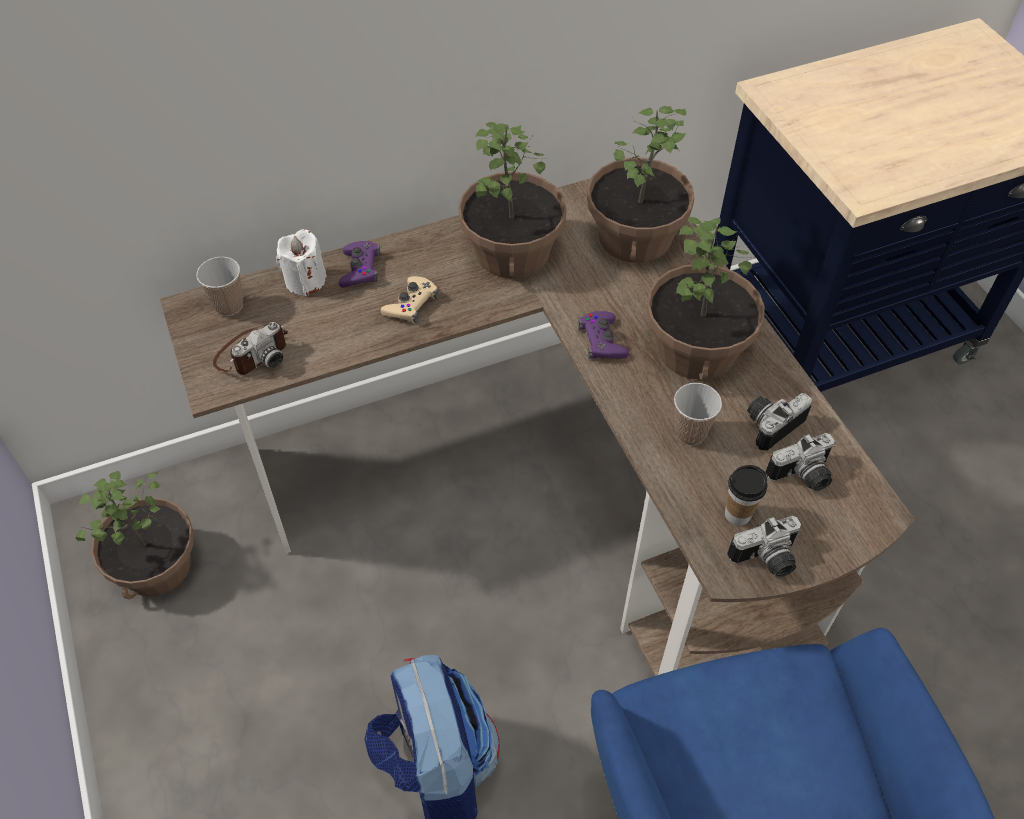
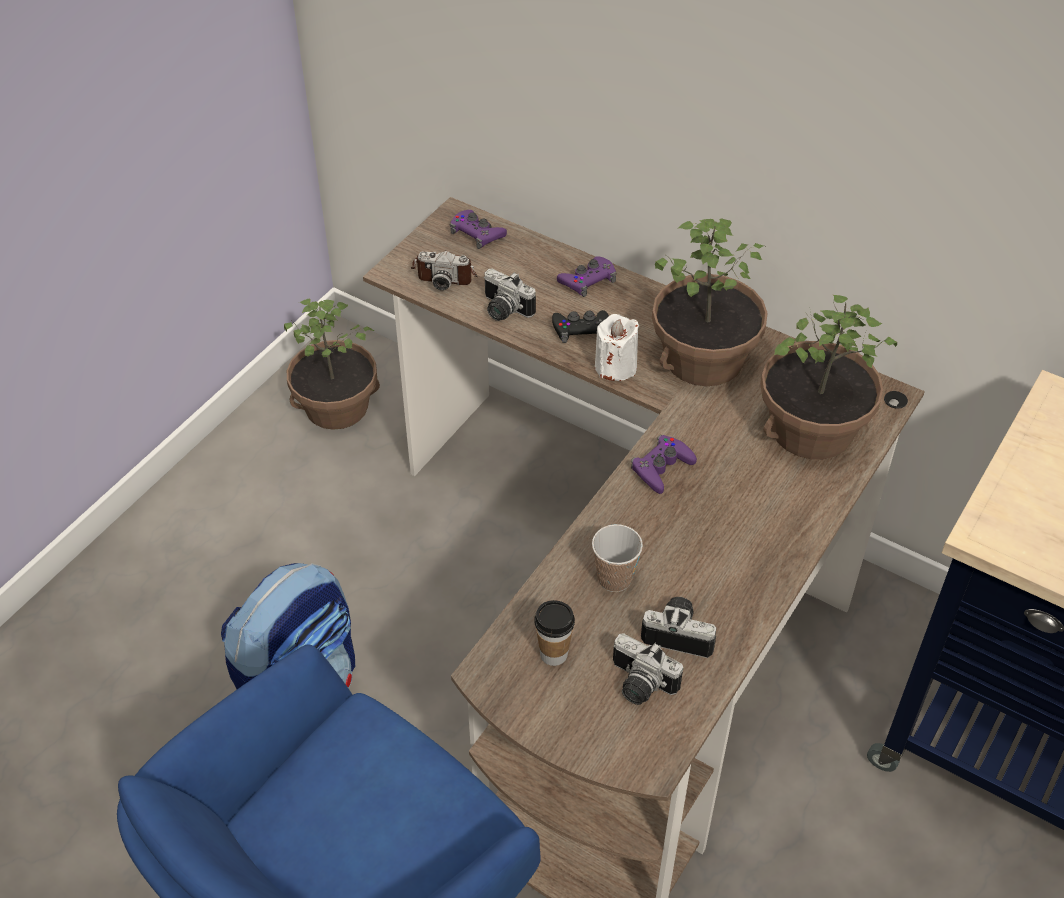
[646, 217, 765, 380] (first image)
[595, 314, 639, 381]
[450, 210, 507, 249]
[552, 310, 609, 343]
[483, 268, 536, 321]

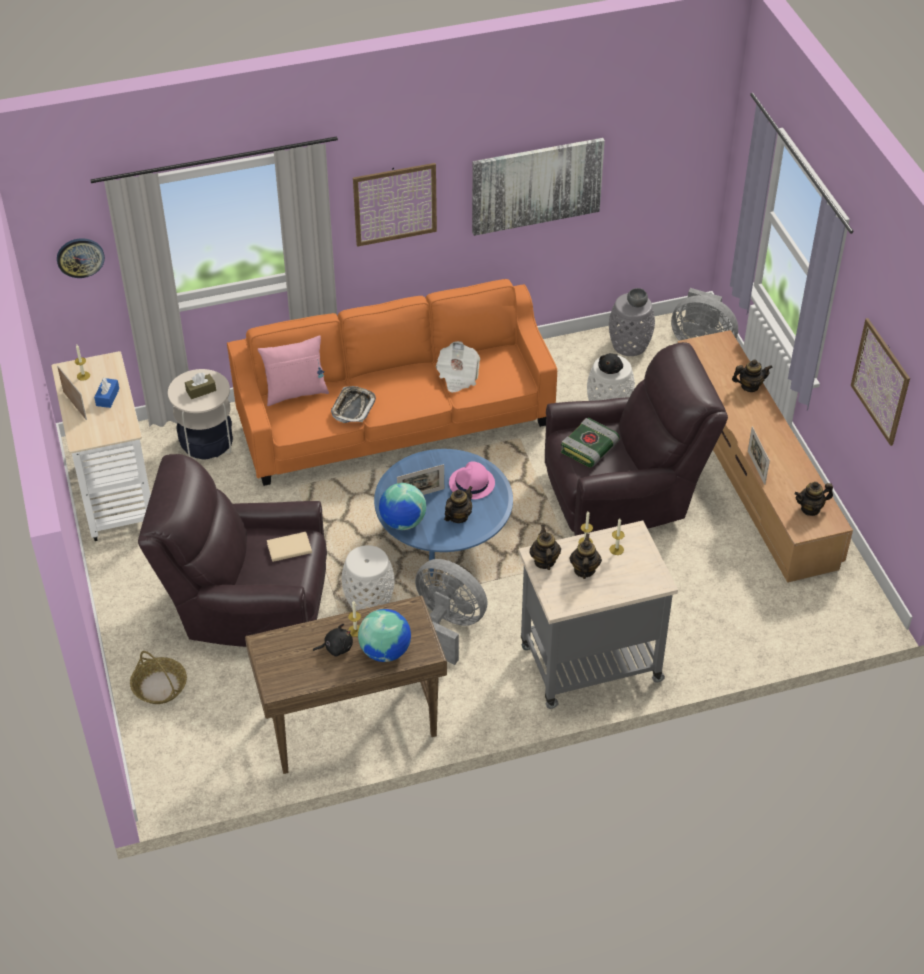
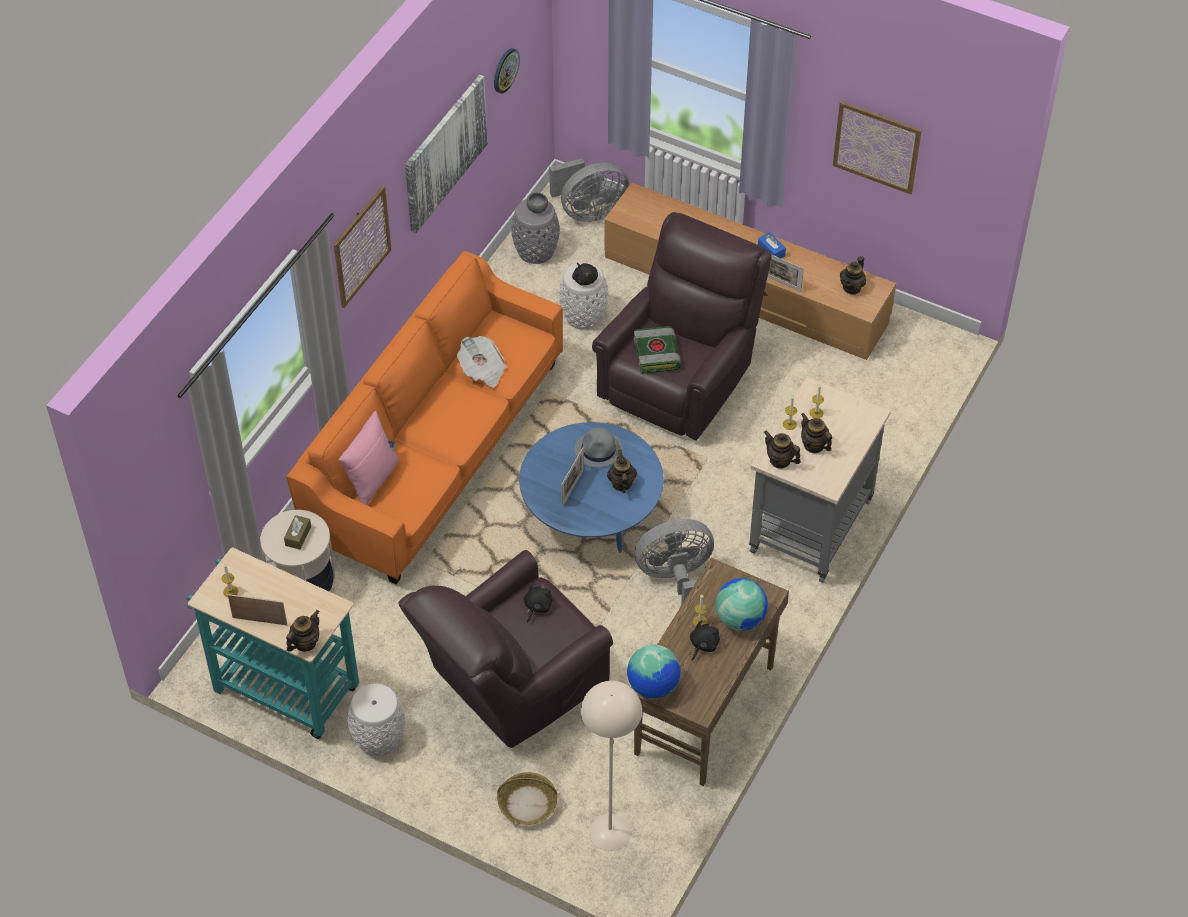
[494, 48, 520, 94]
[187, 548, 359, 739]
[286, 610, 320, 652]
[758, 232, 786, 258]
[331, 386, 376, 423] (first image)
[575, 427, 622, 468]
[627, 645, 681, 698]
[524, 583, 553, 623]
[348, 684, 405, 757]
[581, 681, 642, 851]

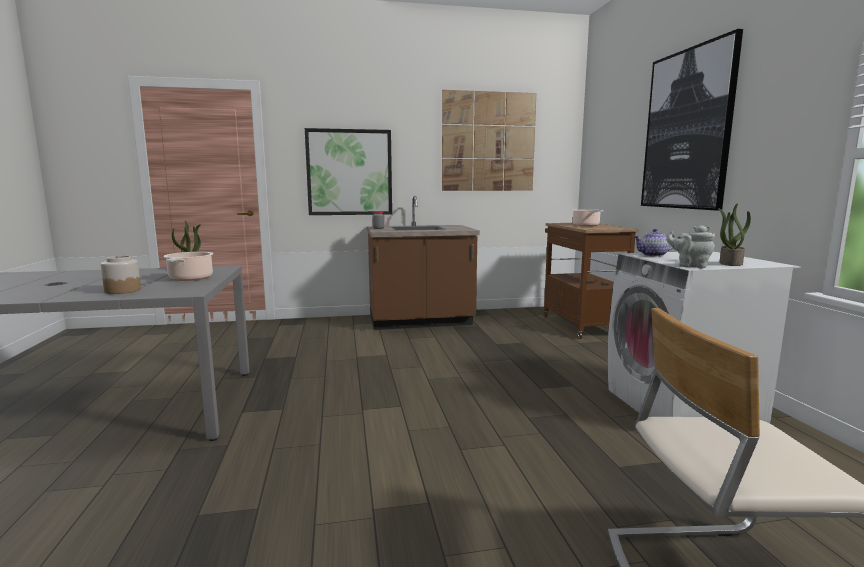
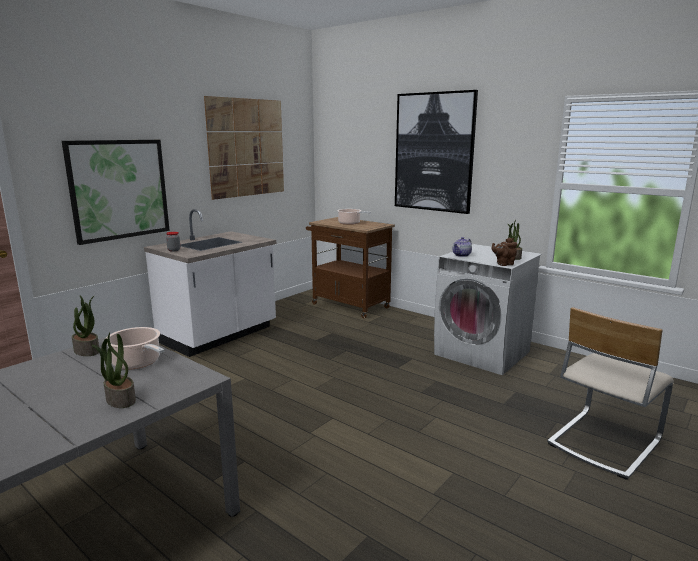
[144, 209, 276, 357]
[491, 238, 517, 266]
[92, 333, 136, 408]

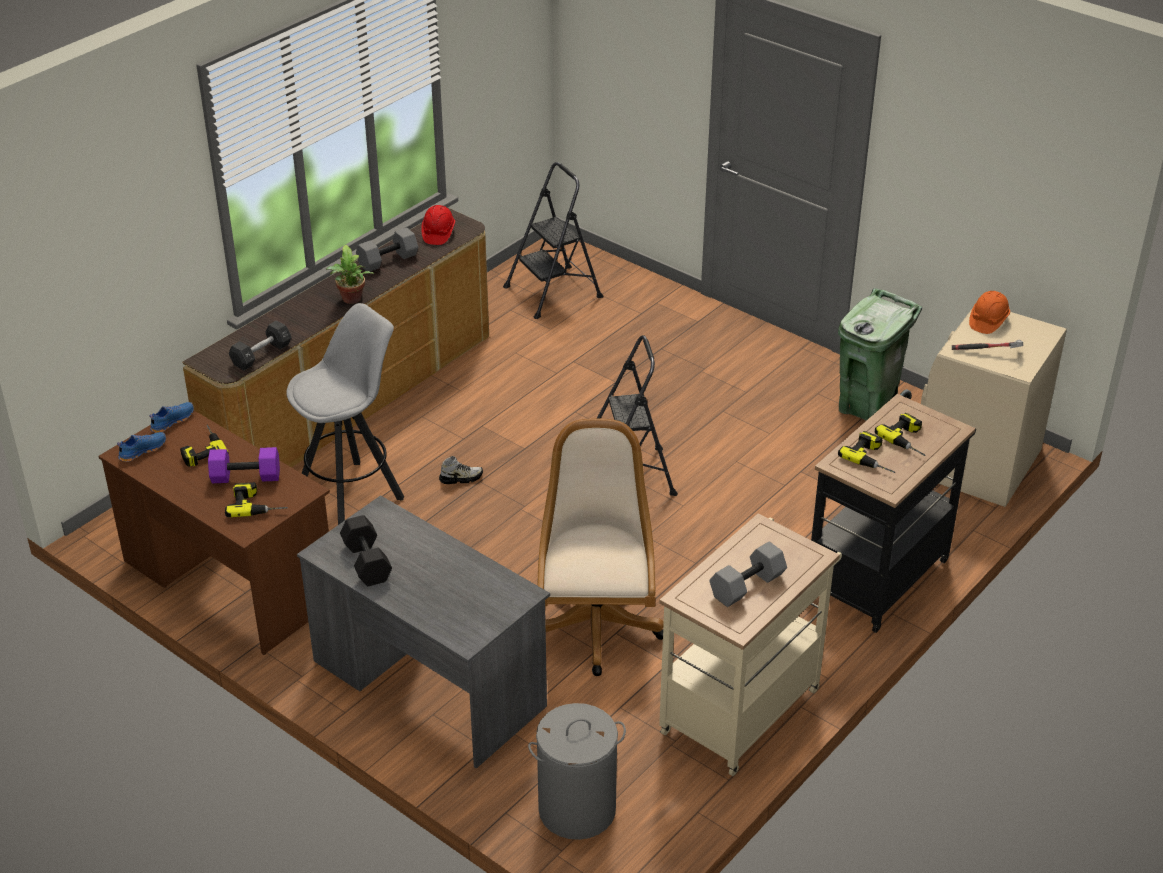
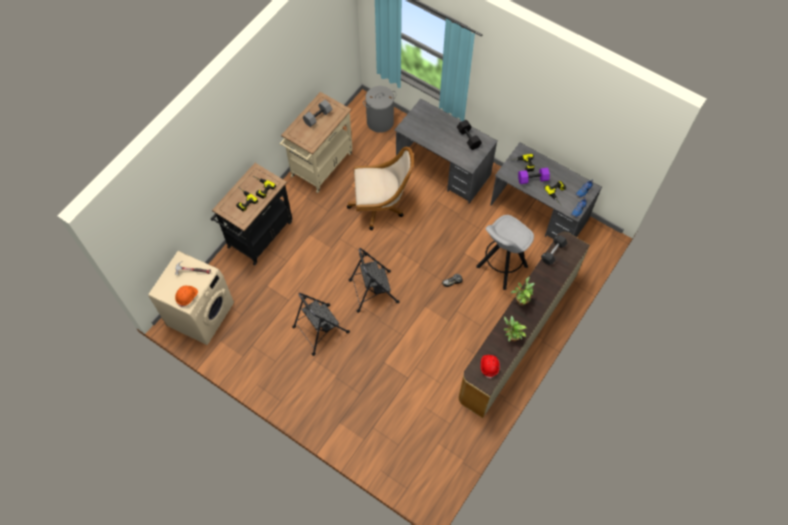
[292, 293, 350, 356]
[504, 316, 527, 342]
[838, 288, 922, 421] (first image)
[490, 143, 602, 239]
[347, 147, 414, 230]

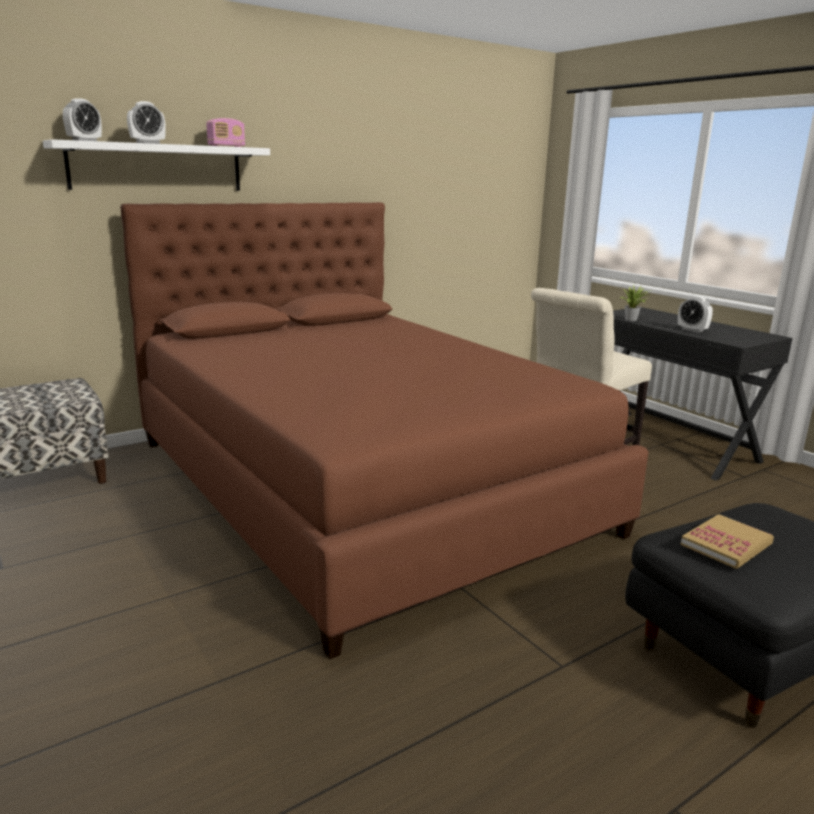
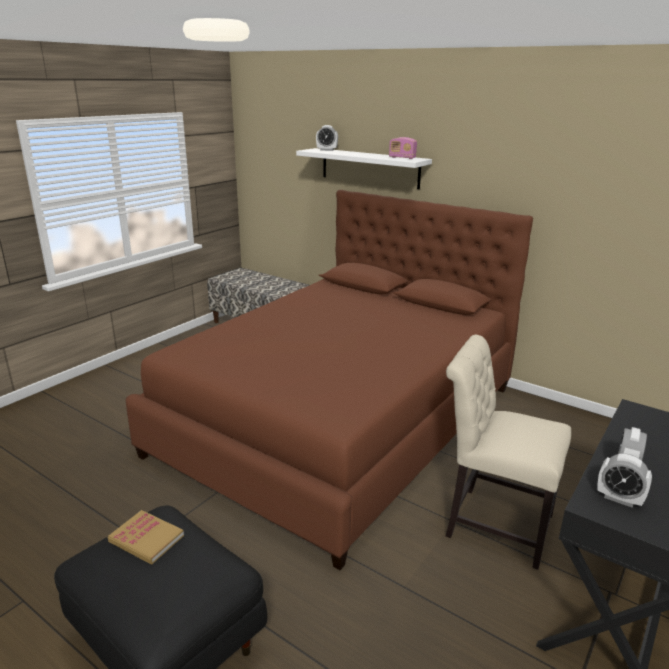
[598, 454, 652, 508]
[620, 285, 652, 321] (first image)

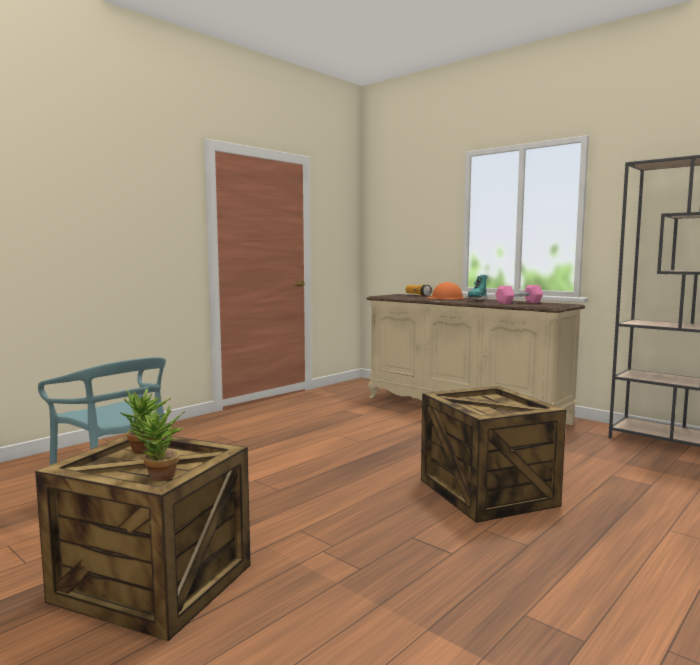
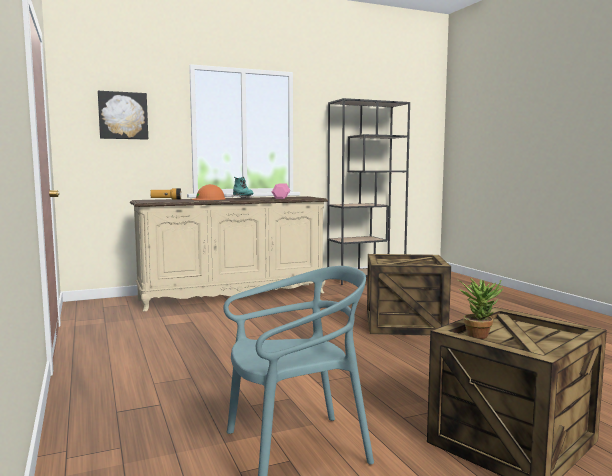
[128, 405, 186, 481] (first image)
[98, 91, 148, 140]

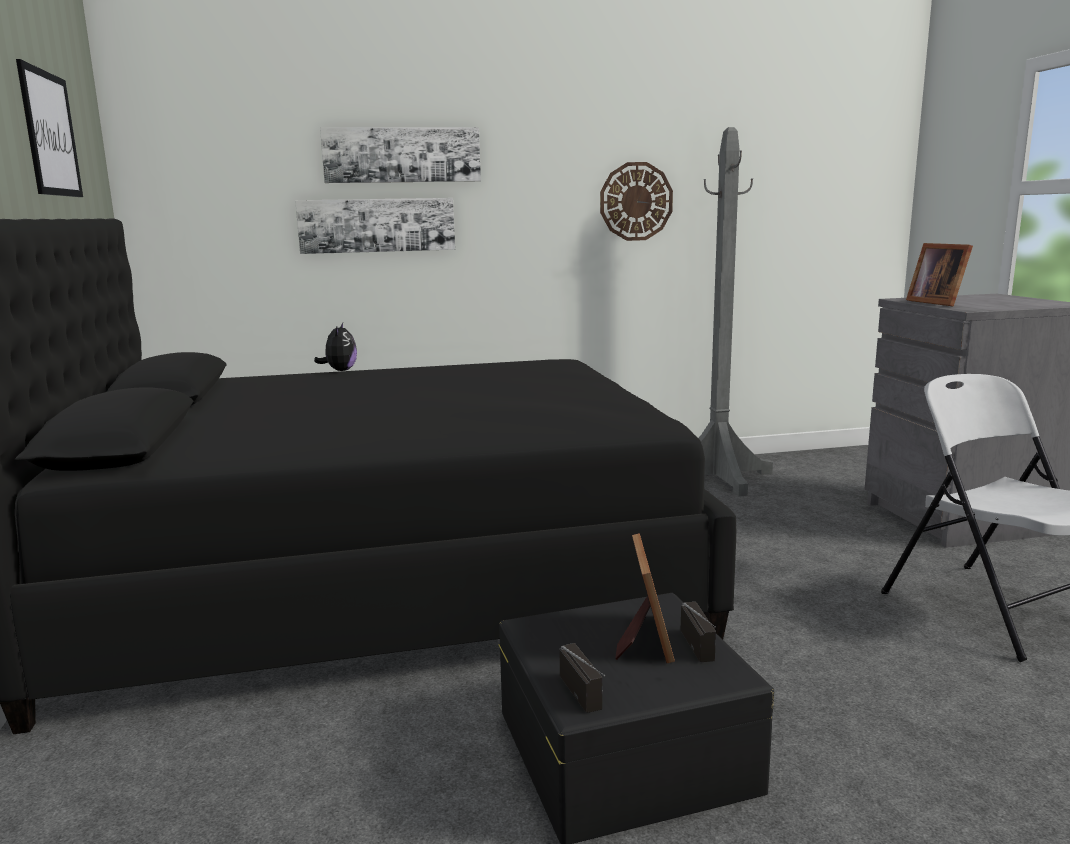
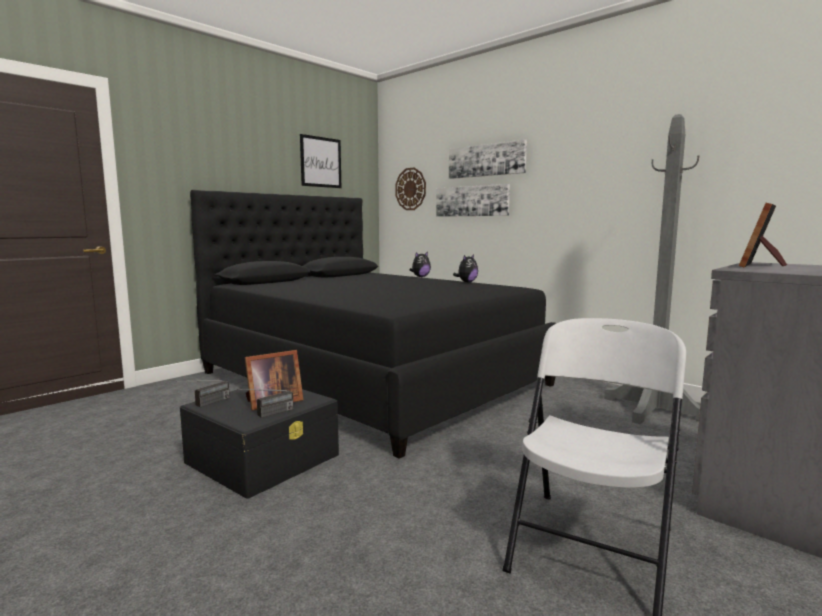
[395, 167, 426, 210]
[453, 255, 478, 282]

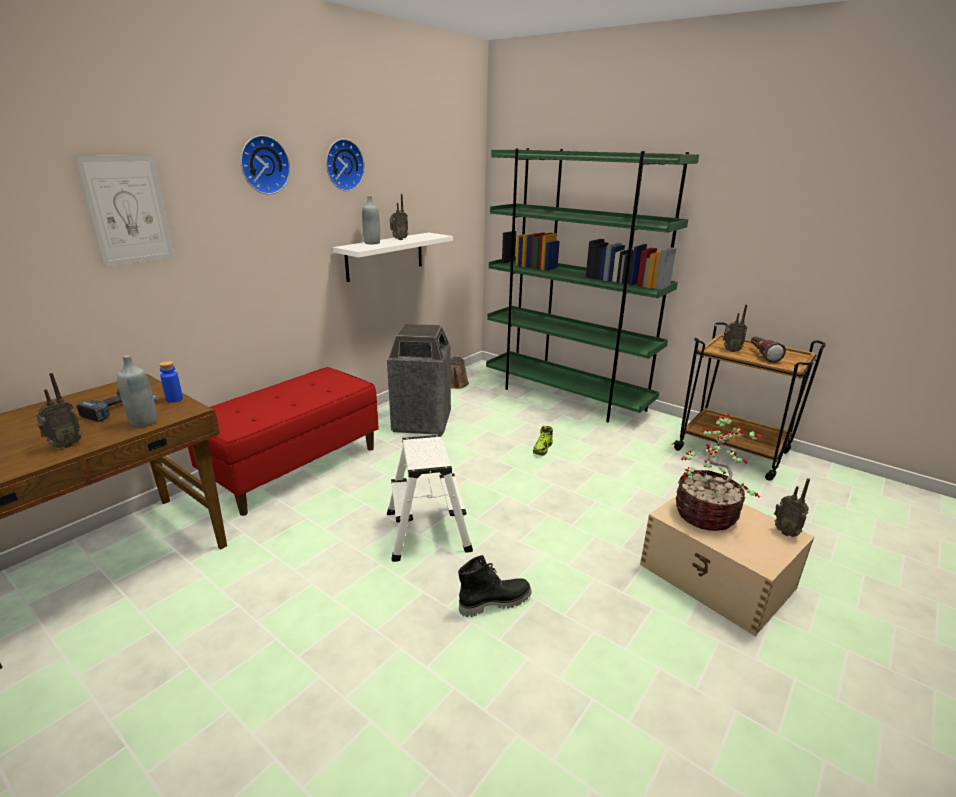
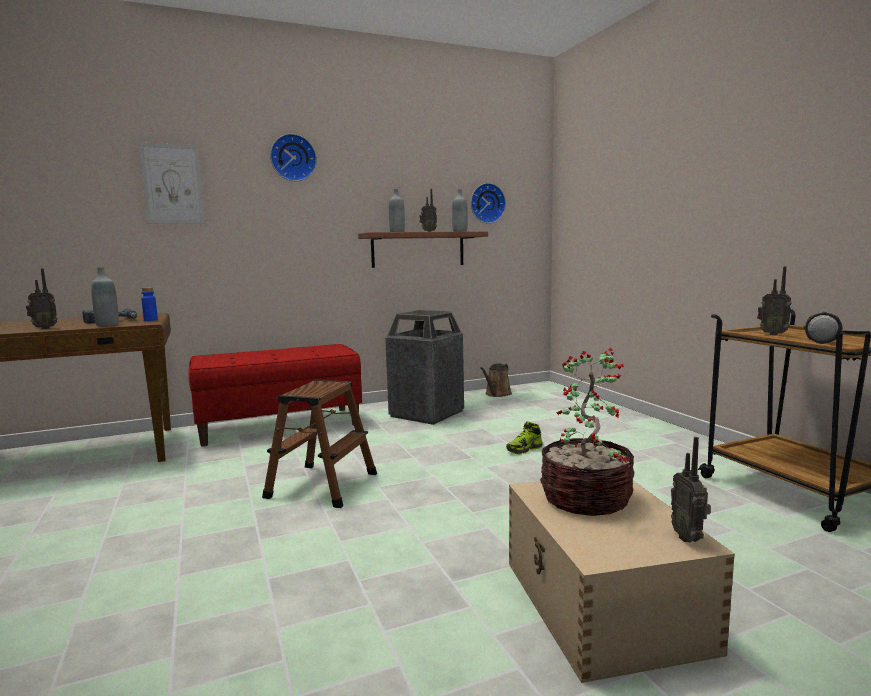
[471, 183, 506, 224]
[486, 148, 699, 422] (first image)
[358, 231, 488, 268]
[262, 380, 377, 508]
[458, 555, 531, 617] (first image)
[452, 189, 468, 232]

